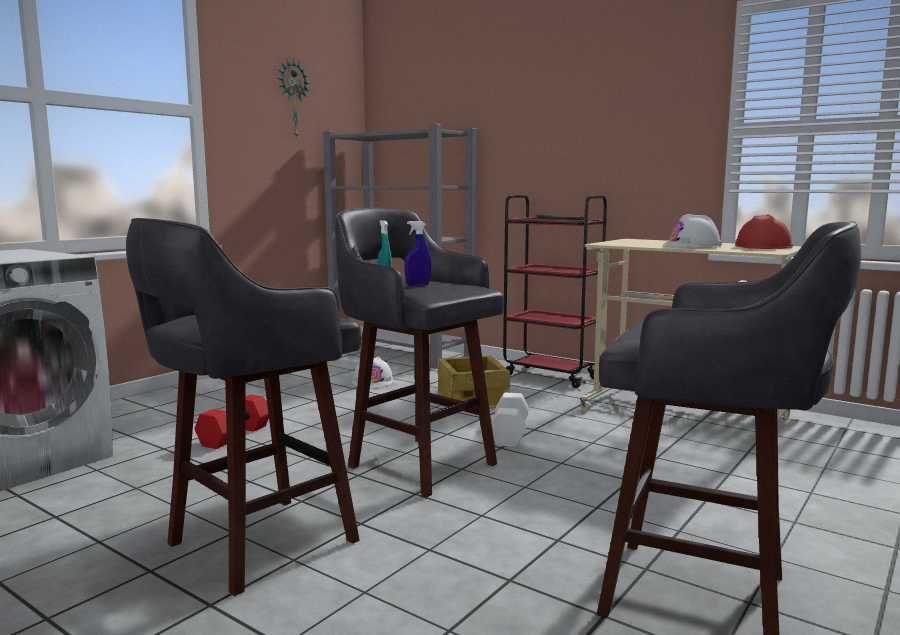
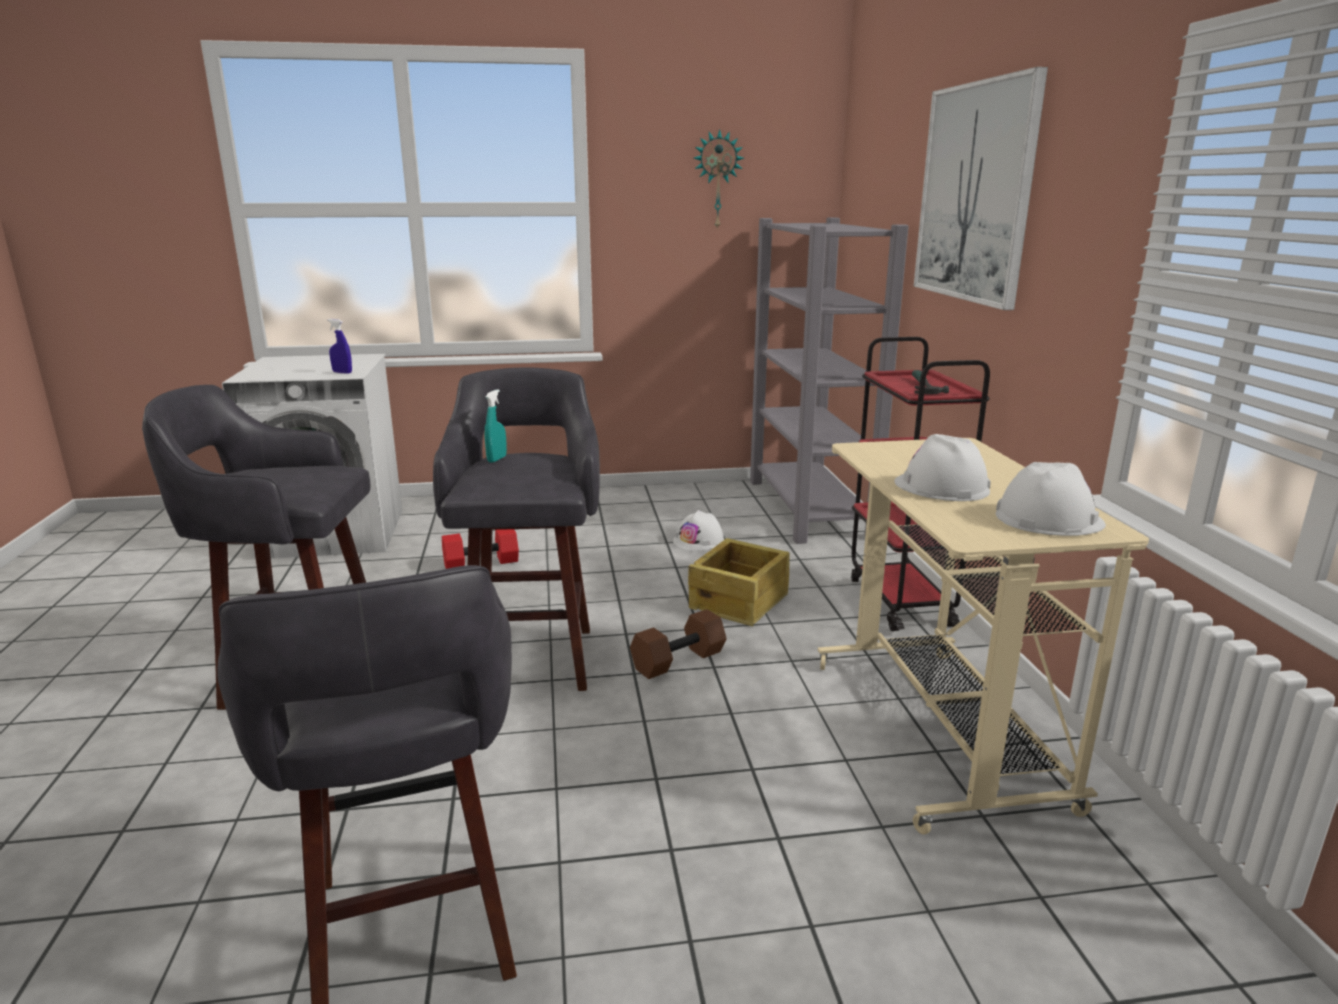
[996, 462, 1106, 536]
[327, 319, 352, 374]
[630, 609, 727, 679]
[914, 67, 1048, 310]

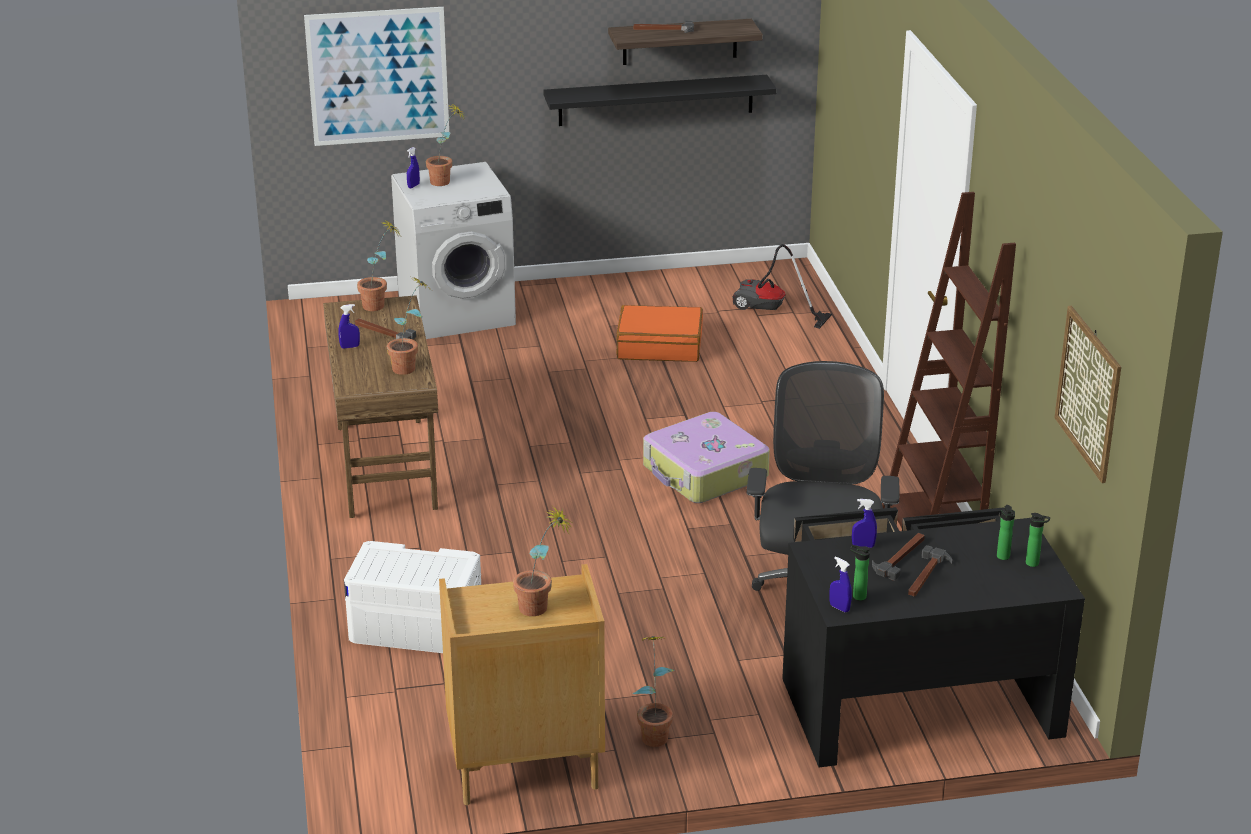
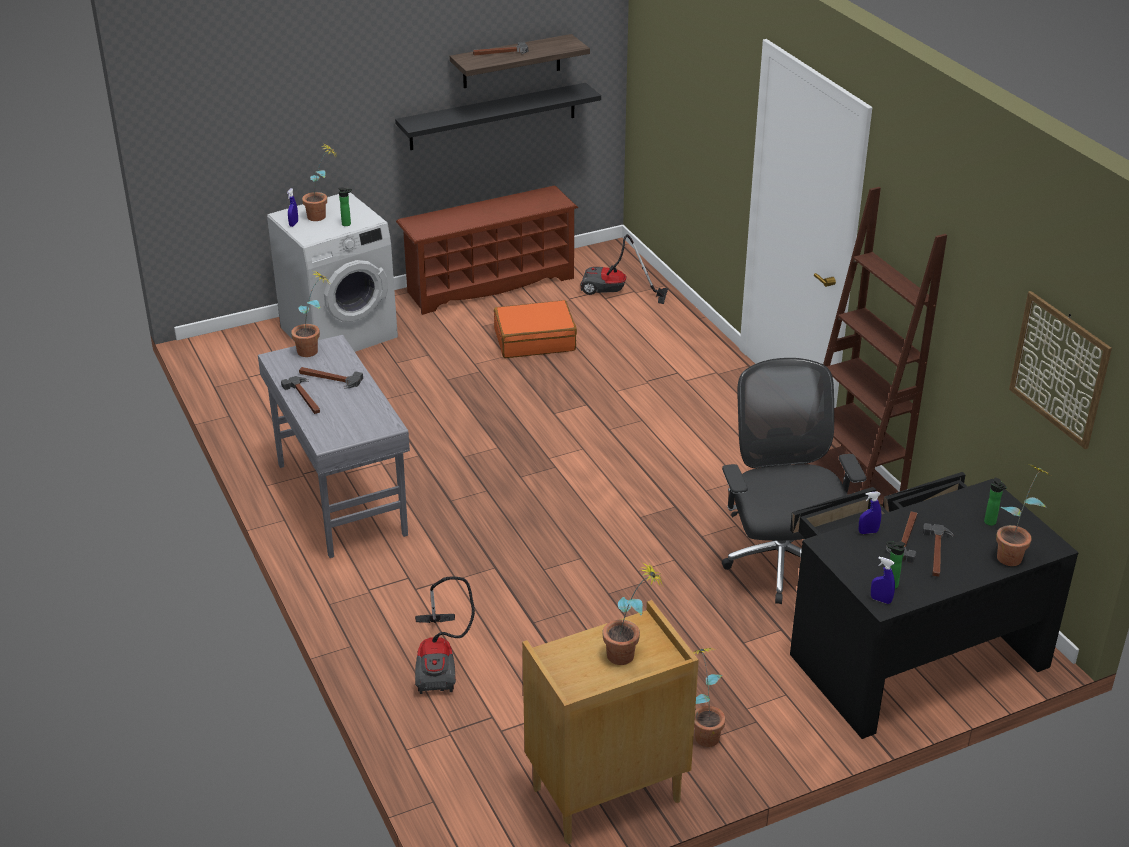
[304, 7, 449, 146] (first image)
[996, 466, 1051, 566]
[258, 335, 410, 558]
[281, 376, 320, 414]
[643, 412, 770, 503] (first image)
[338, 187, 352, 226]
[415, 576, 475, 694]
[396, 185, 578, 315]

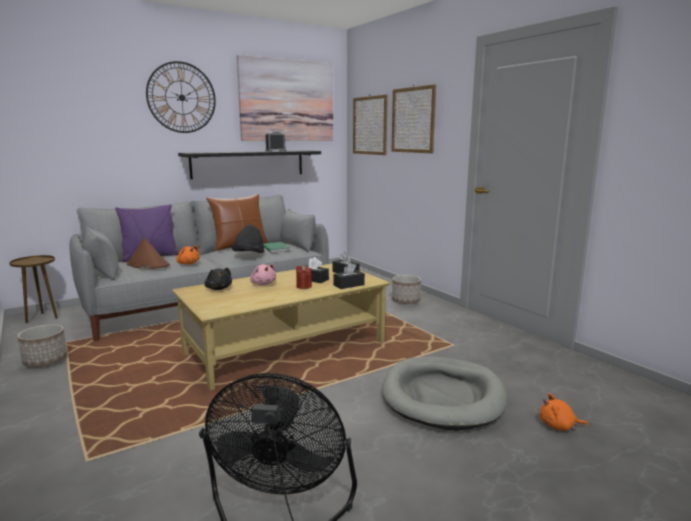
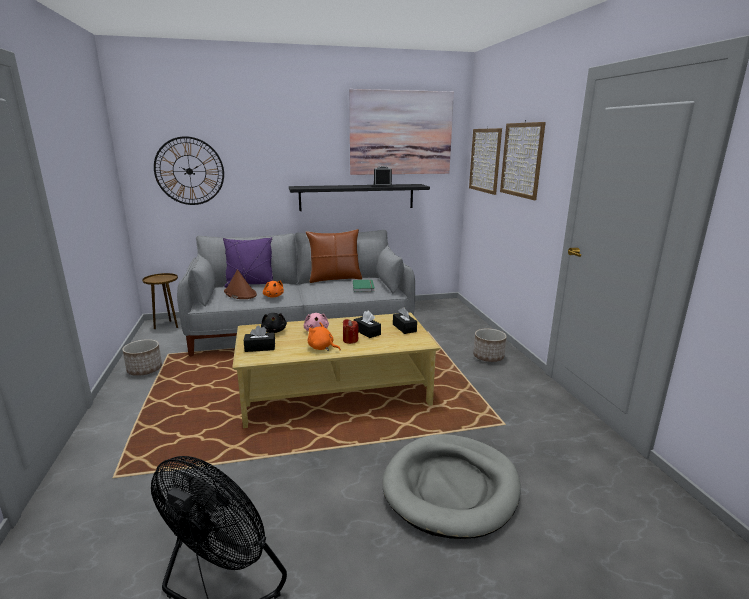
[154, 136, 224, 205]
[231, 224, 265, 253] (first image)
[244, 325, 275, 352]
[308, 322, 341, 351]

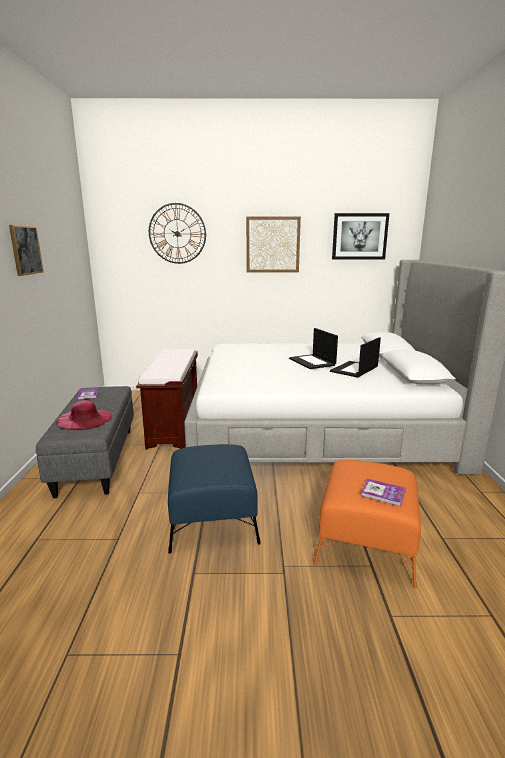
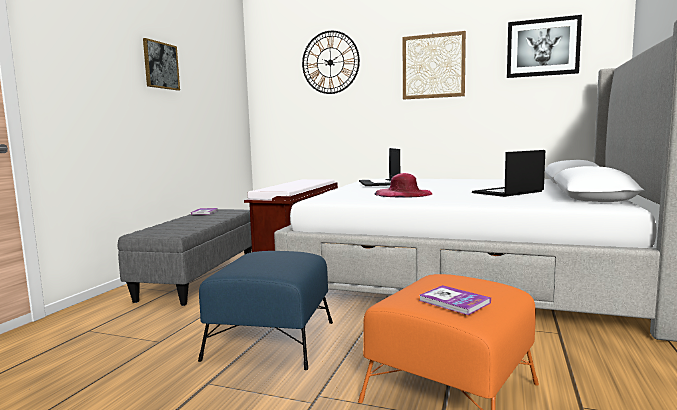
[359, 148, 400, 186]
[375, 173, 432, 198]

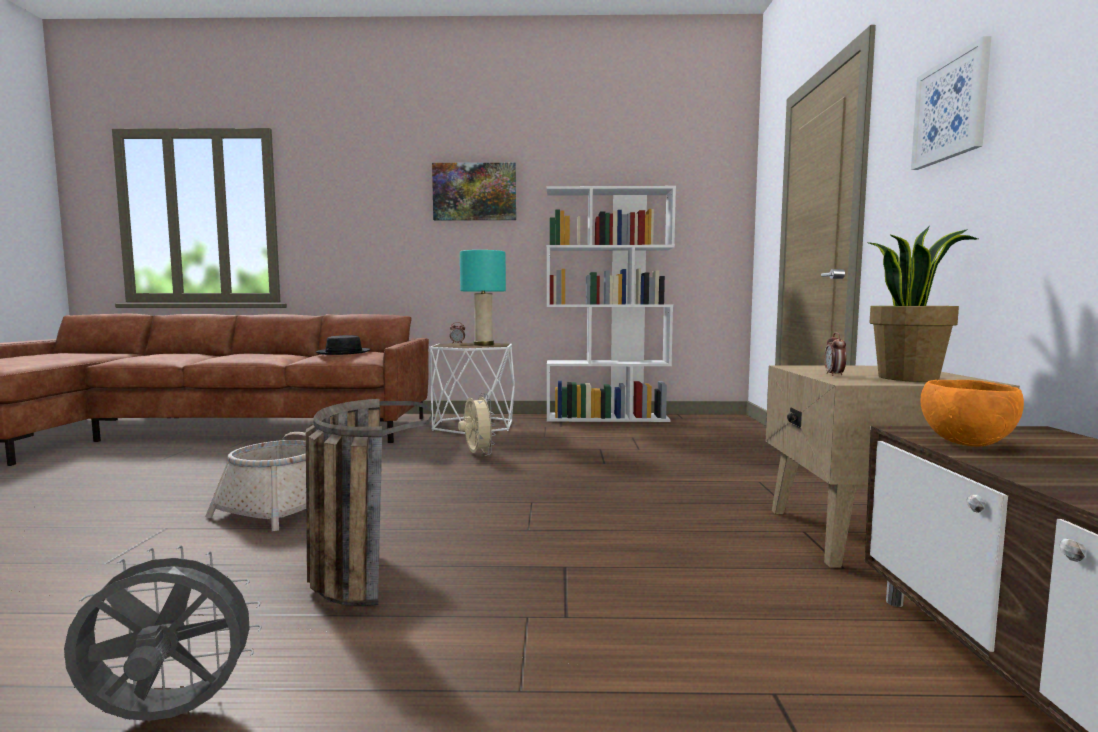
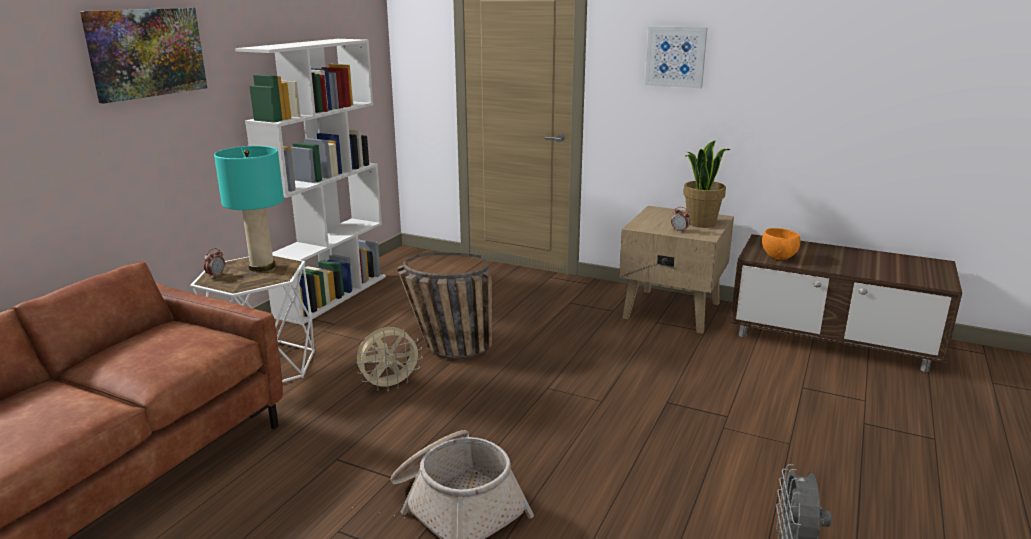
[316, 335, 371, 355] (first image)
[356, 327, 423, 391]
[397, 253, 492, 359]

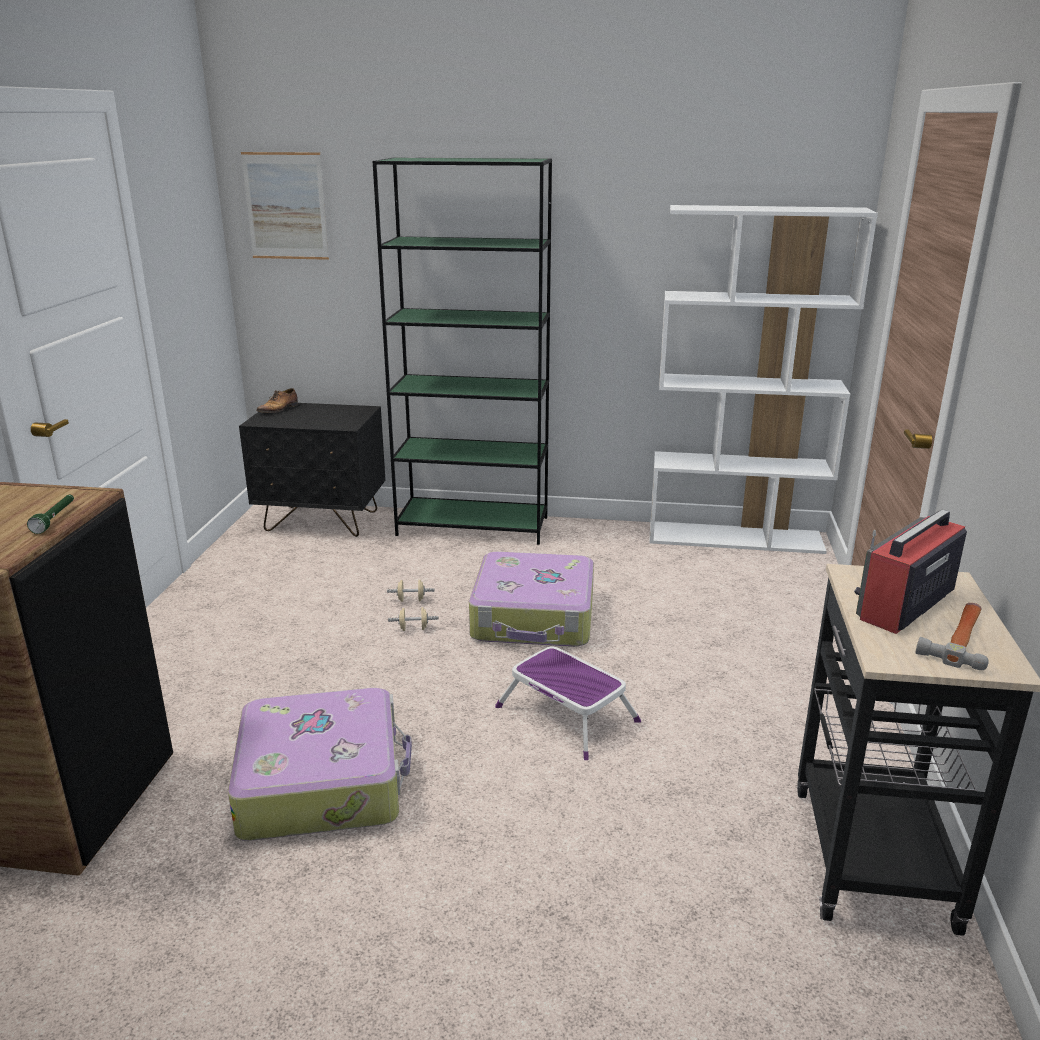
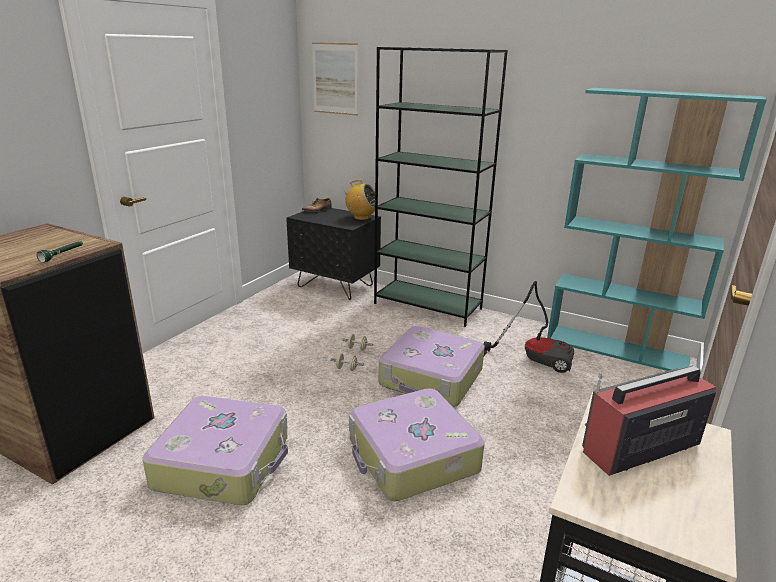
[547, 88, 767, 371]
[916, 603, 989, 670] (first image)
[349, 388, 484, 501]
[342, 180, 379, 220]
[484, 281, 574, 373]

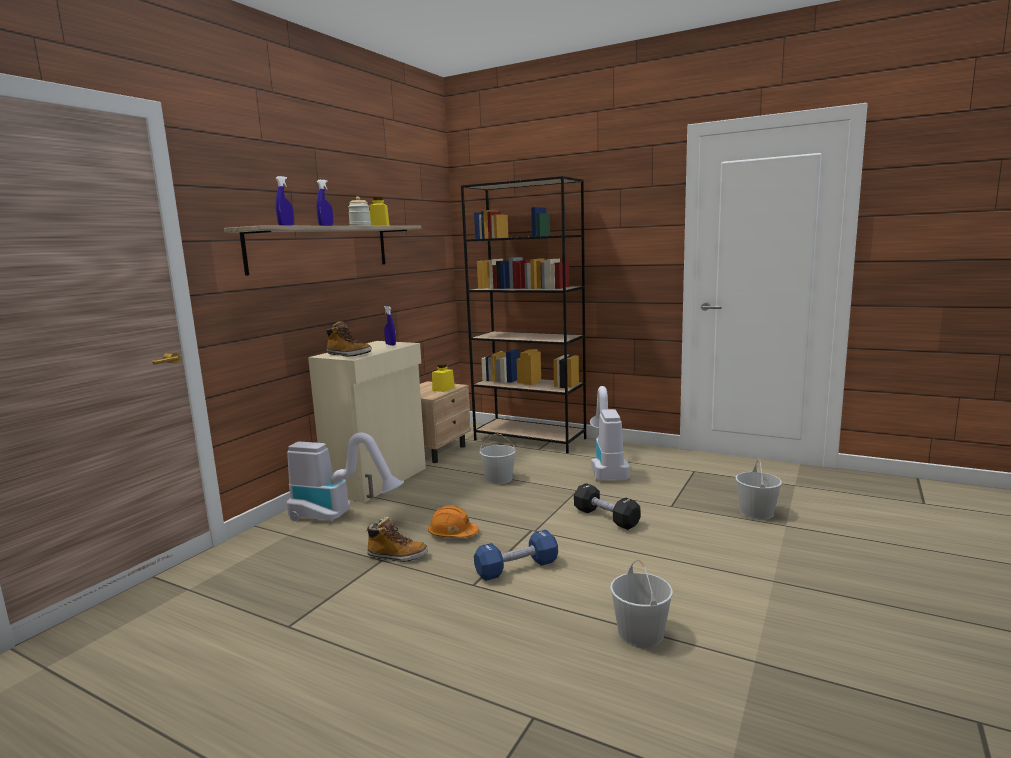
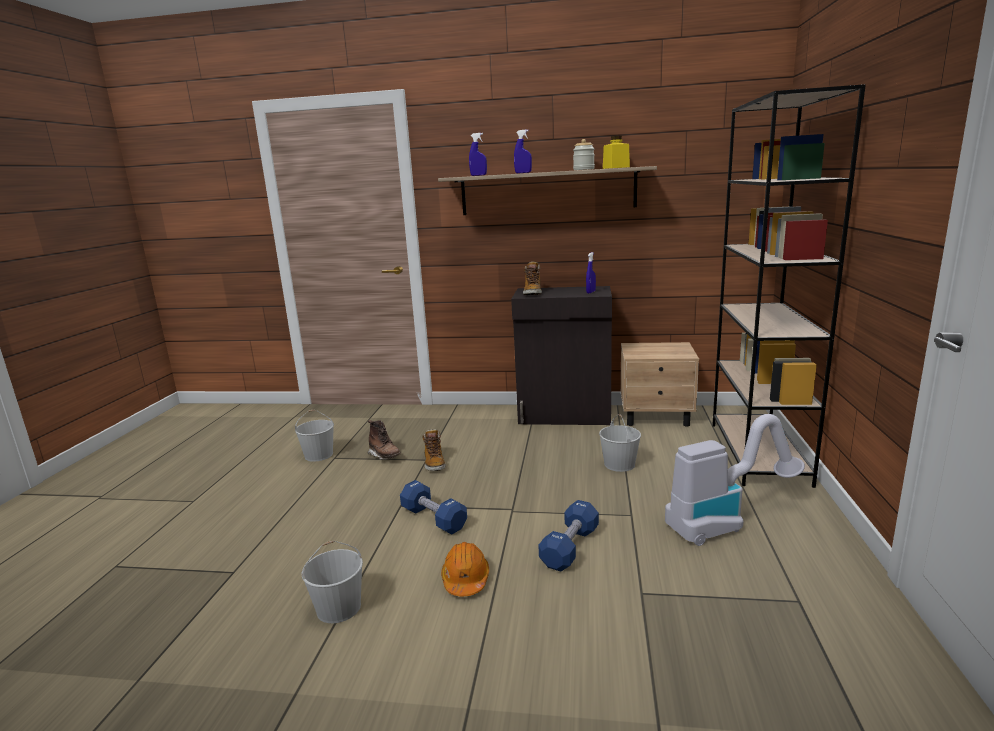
[511, 286, 612, 425]
[432, 363, 455, 392] (first image)
[287, 432, 404, 523] (first image)
[295, 410, 334, 462]
[538, 500, 599, 571]
[441, 542, 489, 596]
[368, 420, 401, 460]

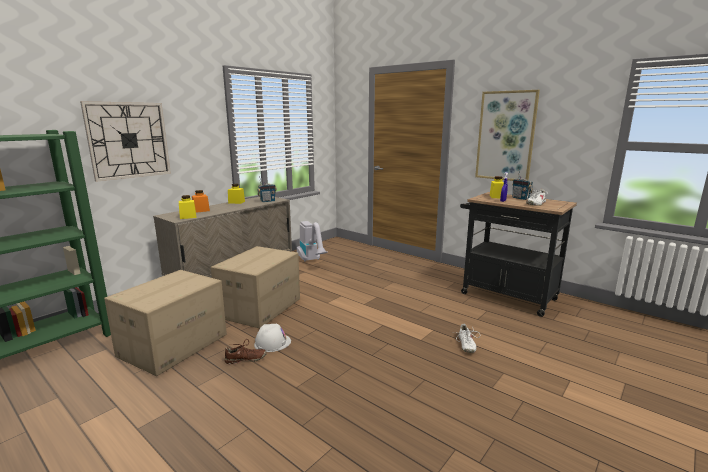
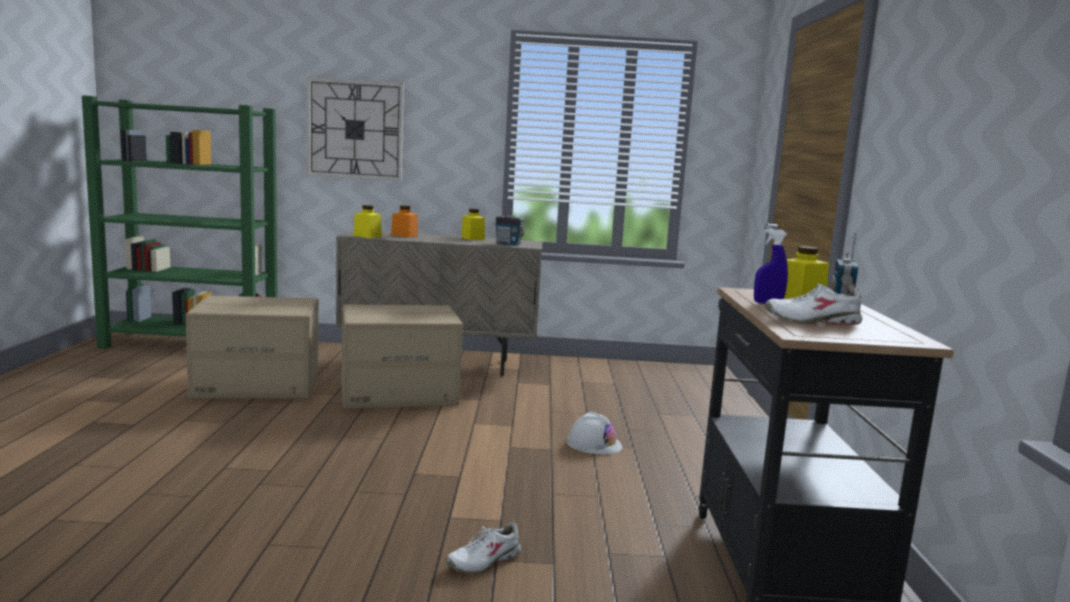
[475, 90, 540, 181] (first image)
[297, 221, 328, 262] (first image)
[567, 411, 622, 455]
[224, 339, 267, 364] (first image)

